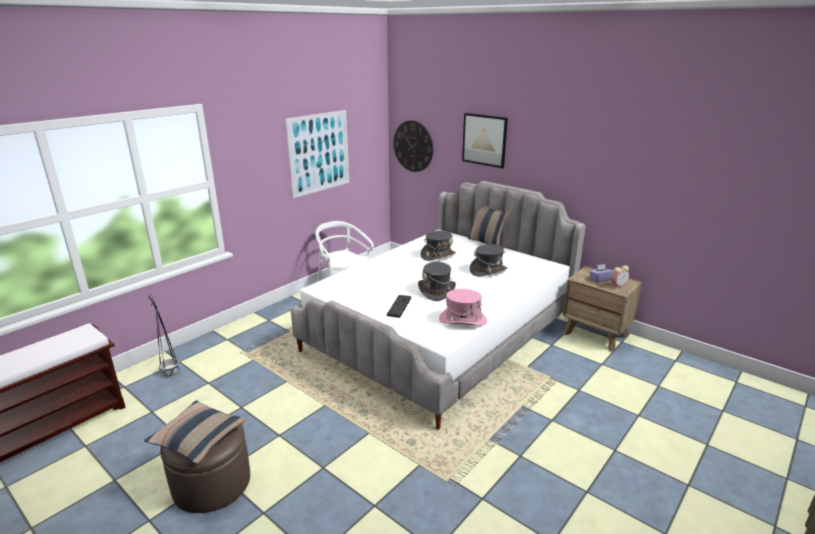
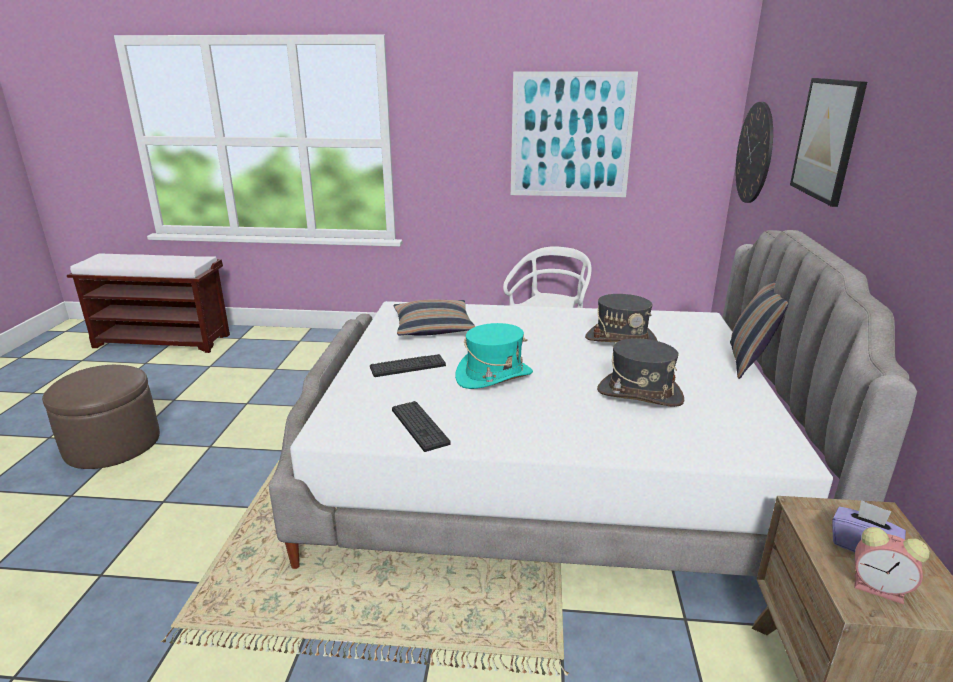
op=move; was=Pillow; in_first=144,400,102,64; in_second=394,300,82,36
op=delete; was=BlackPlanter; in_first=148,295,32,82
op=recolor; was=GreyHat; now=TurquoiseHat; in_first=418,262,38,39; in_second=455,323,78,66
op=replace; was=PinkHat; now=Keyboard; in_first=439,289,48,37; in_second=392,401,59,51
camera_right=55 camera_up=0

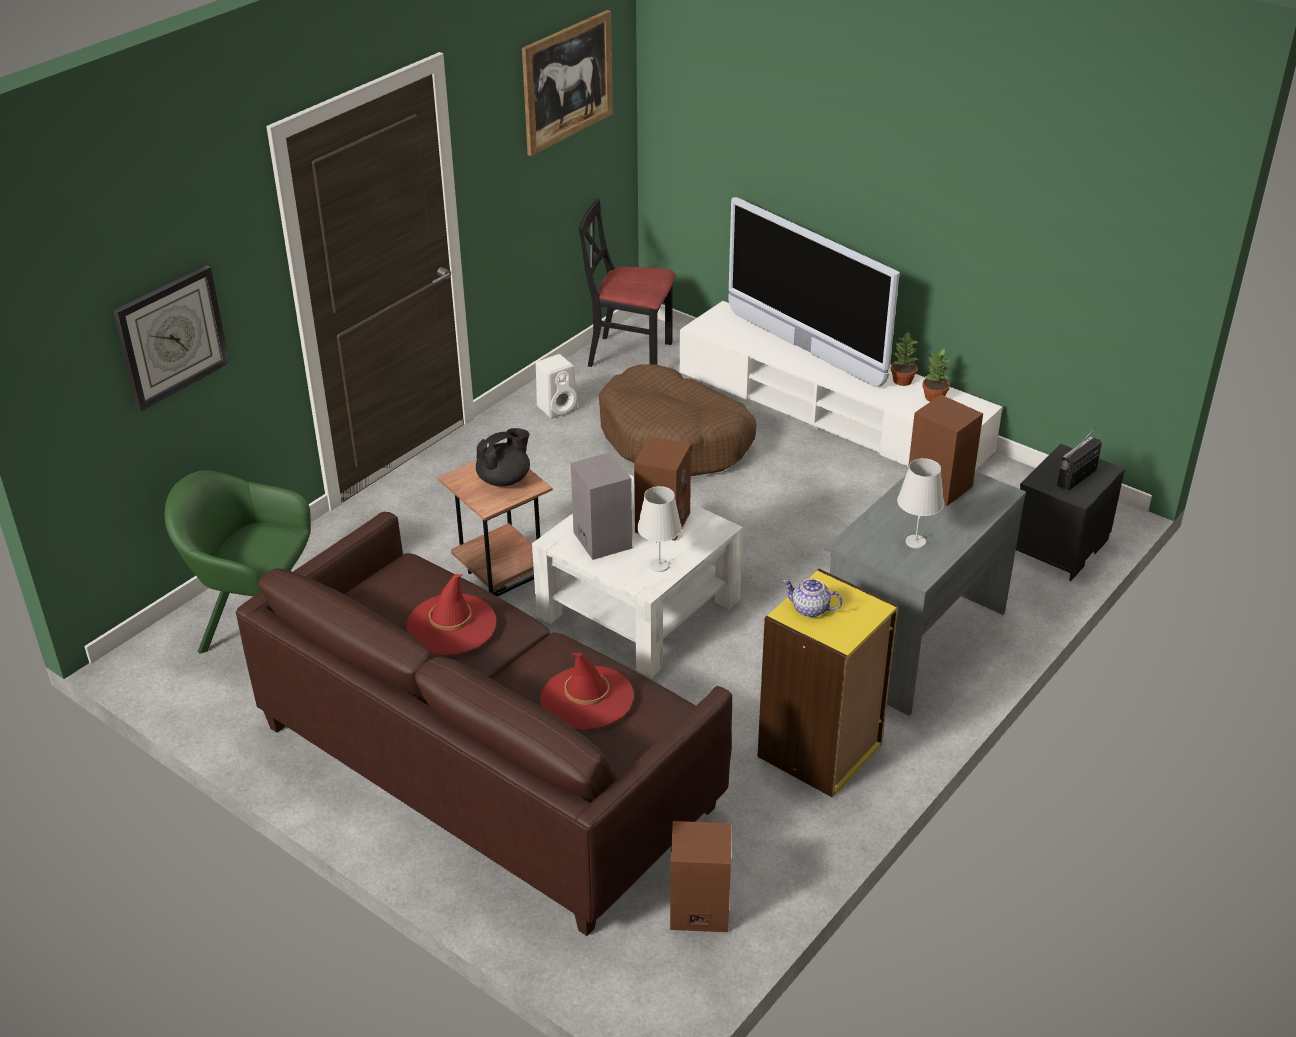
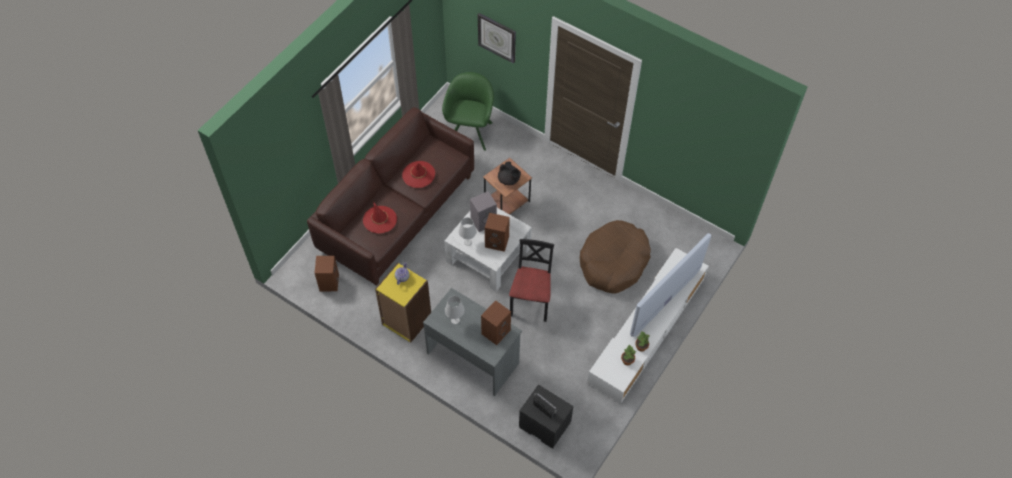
op=delete; was=Picture; in_first=522,10,91,146
op=delete; was=WhiteSpeaker; in_first=536,354,41,64
op=move; was=BlackChair; in_first=579,199,96,168; in_second=509,239,45,83
camera_right=85 camera_up=20

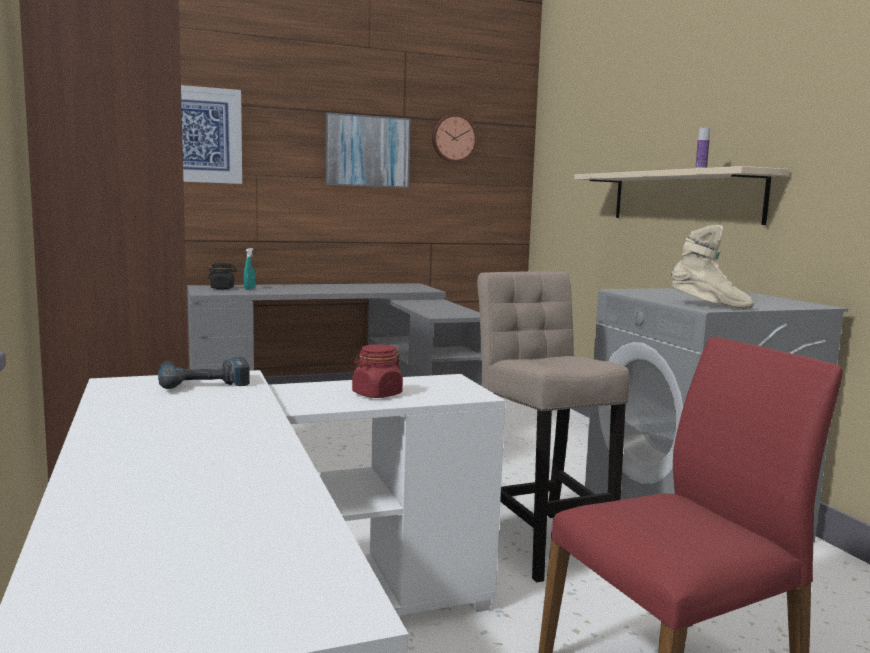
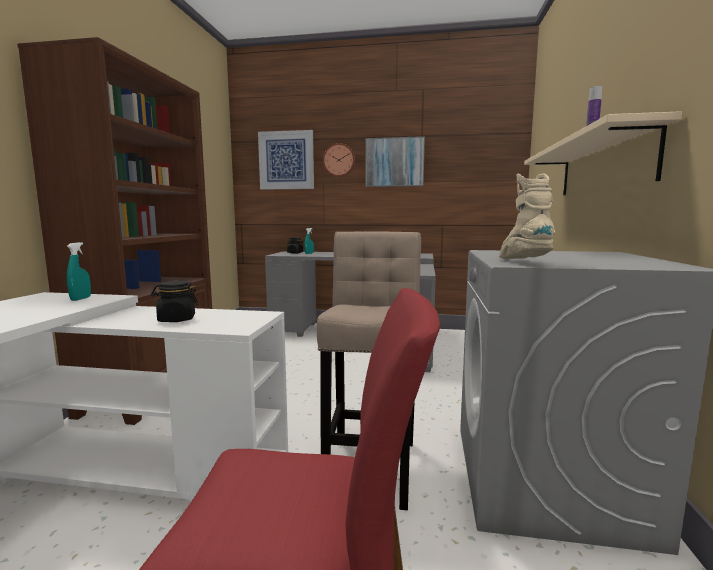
op=replace; was=PowerDrill; now=TurquoiseSprayBottle; in_first=158,357,92,32; in_second=67,242,24,59
op=recolor; was=RedJar; now=BlackJar; in_first=352,344,51,54; in_second=151,281,47,41
op=move; was=WallClock; in_first=432,114,45,48; in_second=323,143,32,34
op=rotate; was=BeigeBoot; in_first=671,225,83,84; in_second=499,174,56,85; clockwise=-150
camera_right=30 camera_up=0

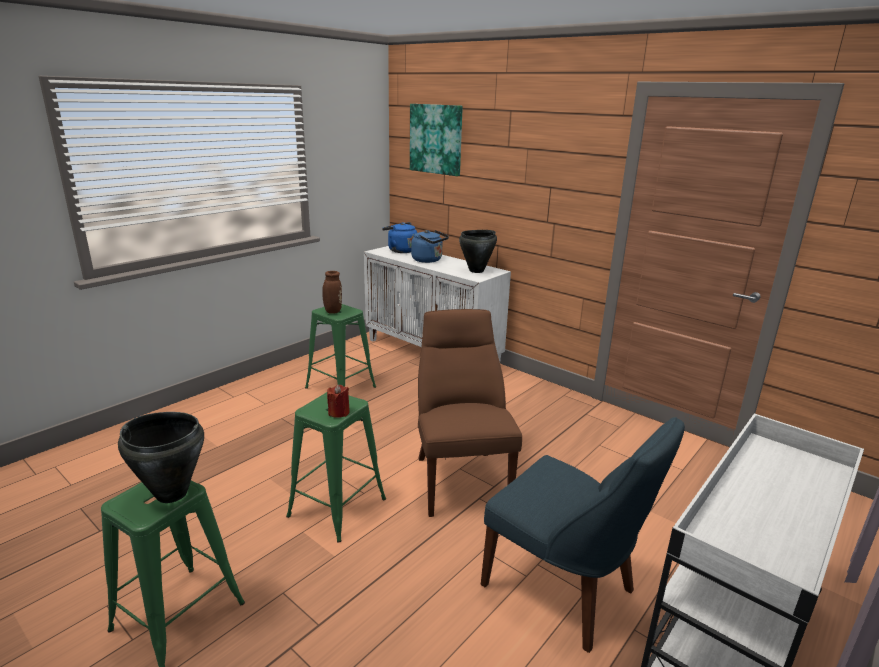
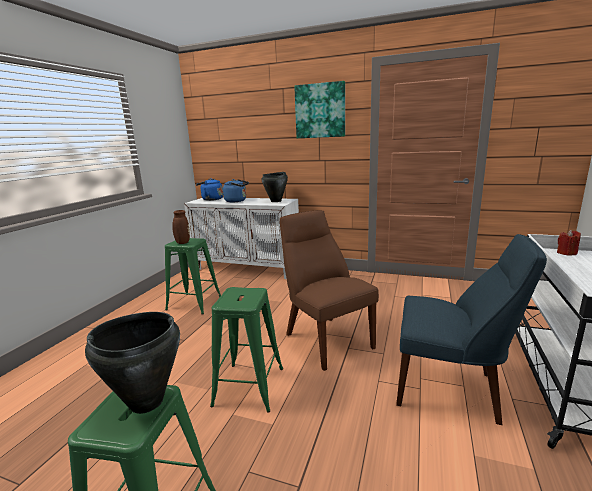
op=move; was=RedCandle; in_first=327,384,23,34; in_second=557,230,24,26
op=move; was=Picture; in_first=410,104,53,72; in_second=294,81,51,57
camera_right=-20 camera_up=-5

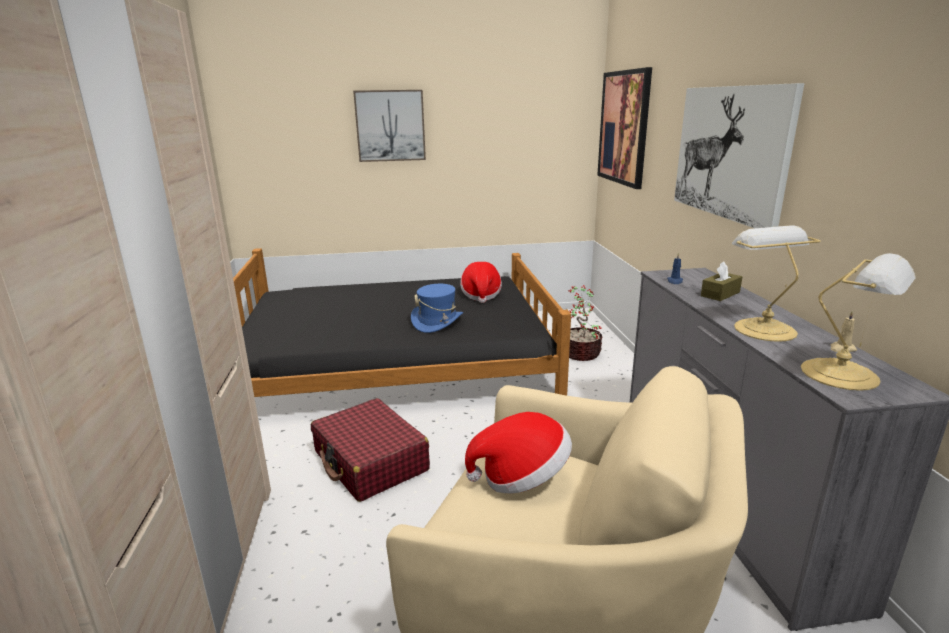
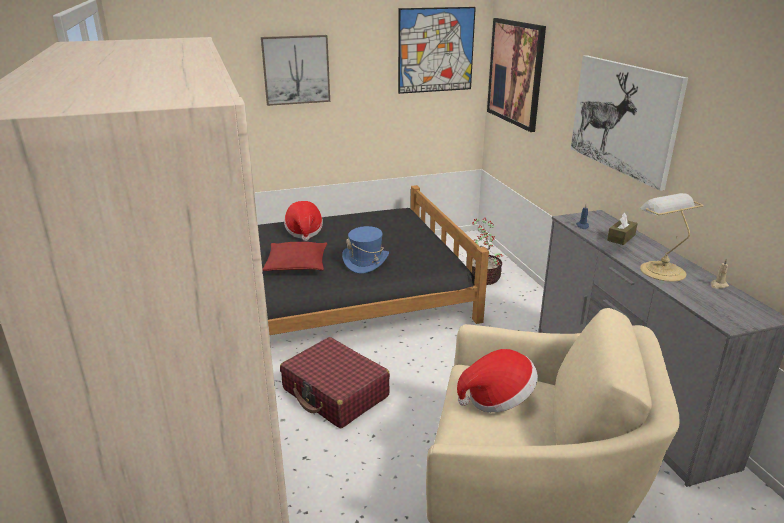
op=move; was=Hat; in_first=460,262,42,41; in_second=284,201,39,40
op=delete; was=TableLamp; in_first=801,253,115,138
op=insert; now=RedPillow; in_second=262,242,65,29
op=insert; now=Picture; in_second=398,7,78,87
camera_right=-10 camera_up=5

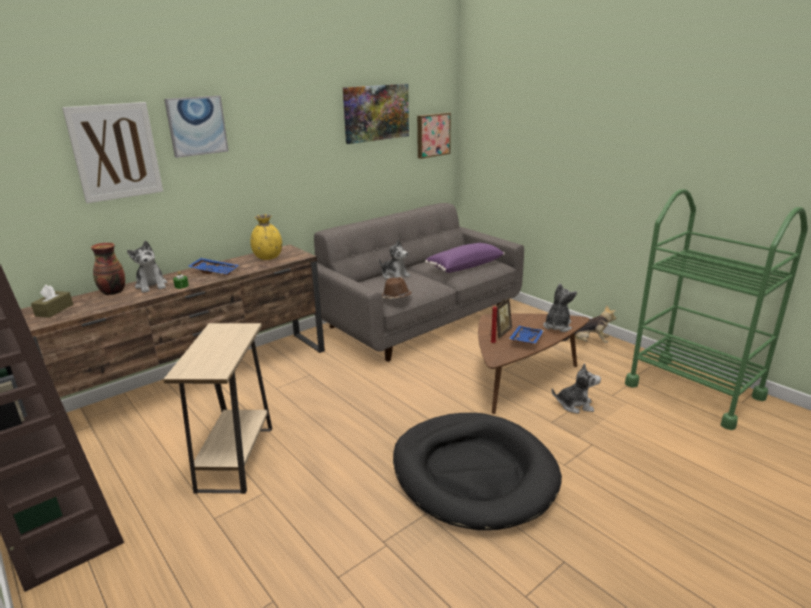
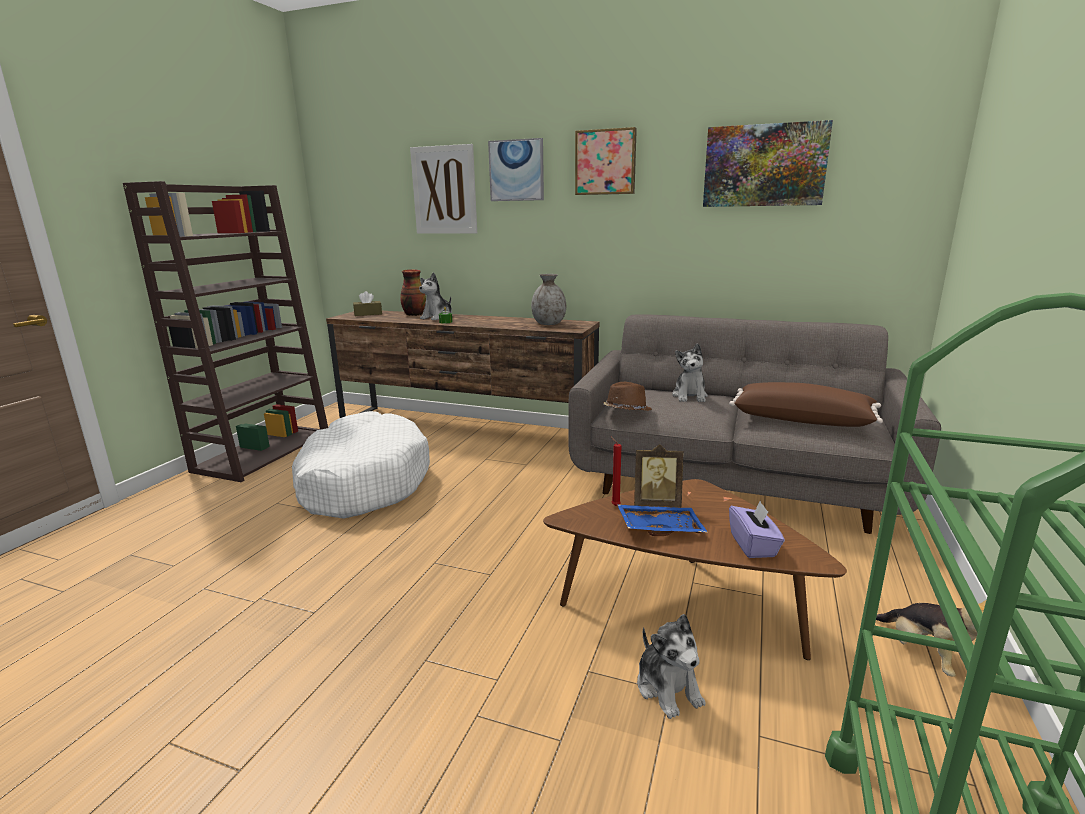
op=replace; was=BeigeSideTable; now=WhiteDogBed; in_first=163,323,109,171; in_second=292,411,138,108
op=delete; was=BlueTray; in_first=188,258,51,17
op=recolor; was=YellowVase; now=GreyVase; in_first=250,214,32,46; in_second=531,274,35,51
op=delete; was=BlackDogBed; in_first=393,413,169,117
op=move; was=Picture; in_first=417,113,34,46; in_second=575,127,62,68
op=recolor; was=PurplePillow; now=BrownPillow; in_first=425,243,80,30; in_second=729,382,154,45
op=replace; was=PlushToy; now=PurpleTissueBox; in_first=543,283,34,49; in_second=729,501,56,57
camera_right=60 camera_up=-5

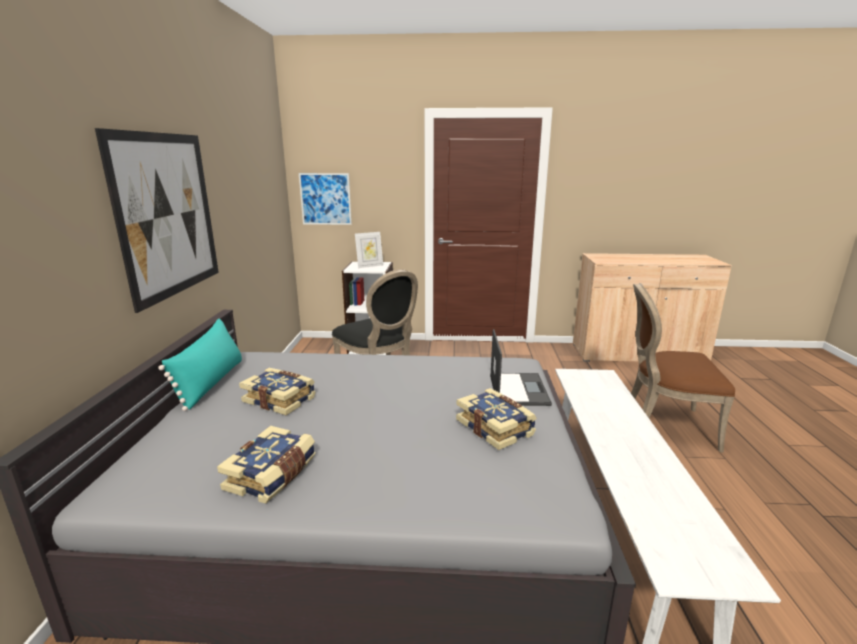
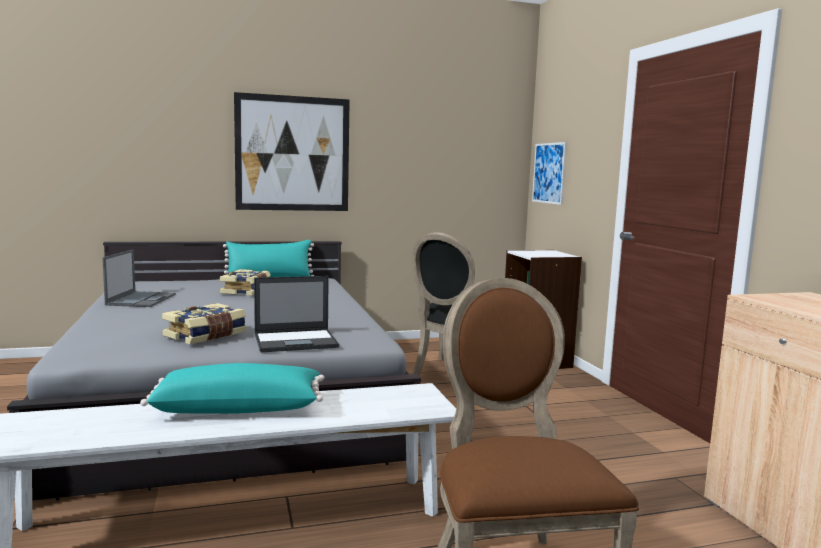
op=replace; was=Book; now=Laptop; in_first=217,426,99,78; in_second=102,250,74,57
op=delete; was=PictureFrame; in_first=355,232,28,36
op=insert; now=TurquoisePillow; in_second=140,363,184,51
camera_right=70 camera_up=-10

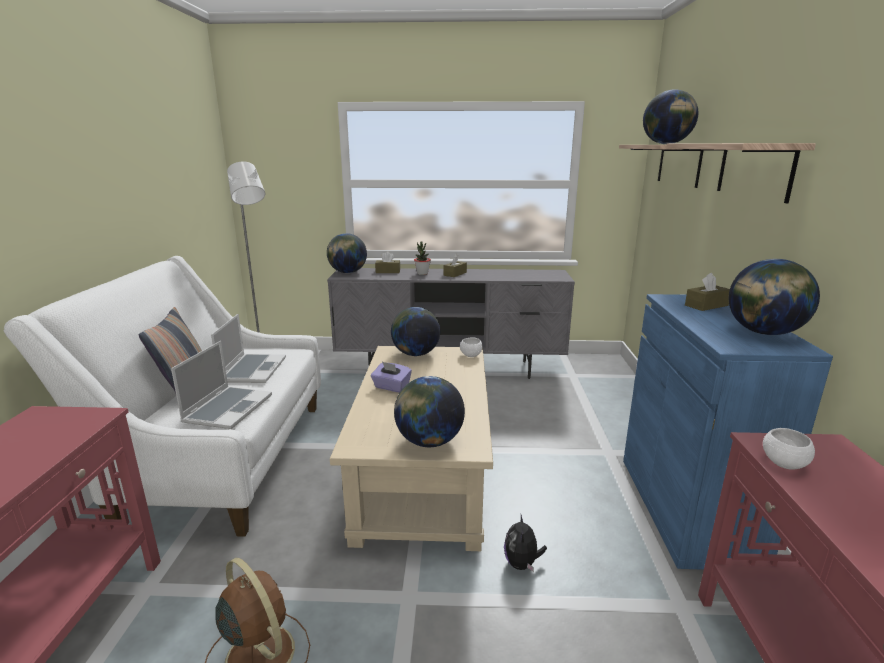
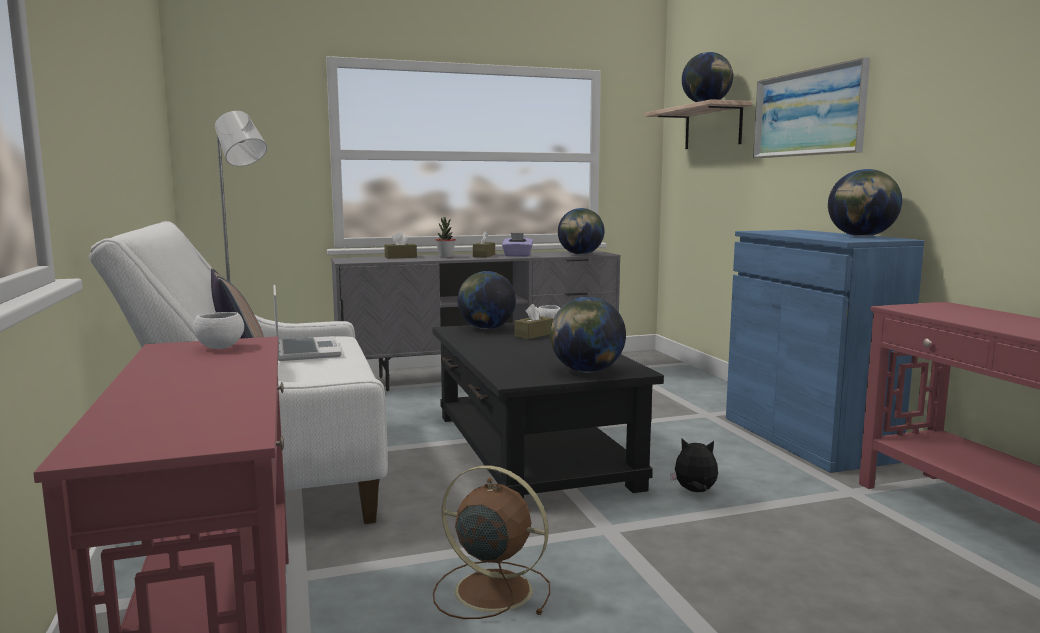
op=delete; was=Laptop; in_first=171,341,101,88
op=move; was=Globe; in_first=327,233,40,40; in_second=558,208,46,47
op=recolor; was=BeigeCoffeeTable; now=BlackCoffeeTable; in_first=330,346,163,205; in_second=432,322,232,177
op=move; was=PurpleTissueBox; in_first=371,362,41,31; in_second=502,233,31,24
op=rotate; was=PlushToy; in_first=504,513,43,59; in_second=670,438,48,54; clockwise=120
op=replace; was=Shelf; now=Picture; in_first=666,143,150,60; in_second=753,57,117,101
op=move; was=BrownTissueBox; in_first=685,273,45,38; in_second=514,304,39,35
op=move; was=WhiteBowl; in_first=763,428,52,42; in_second=193,312,51,37
camera_right=-20 camera_up=-10

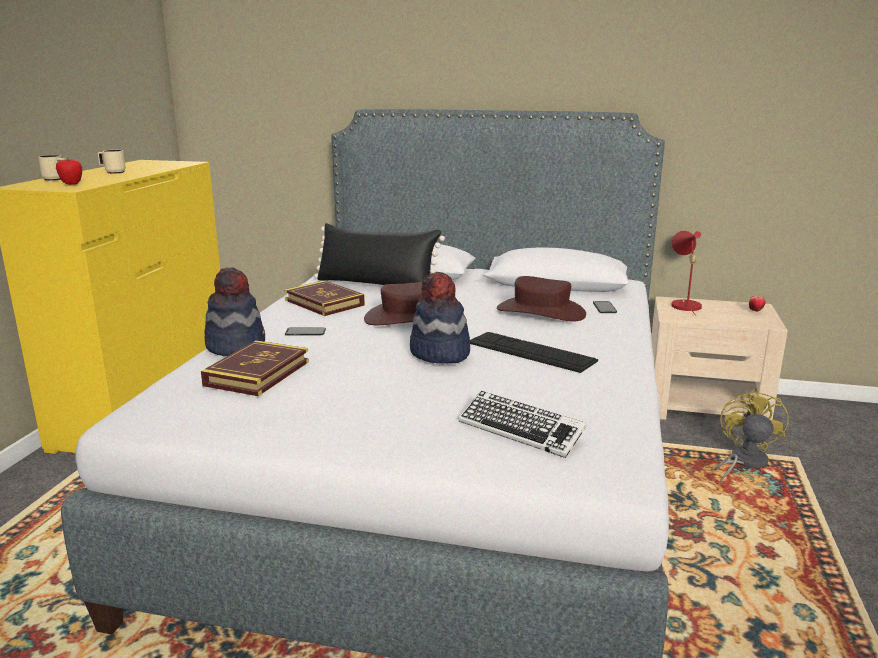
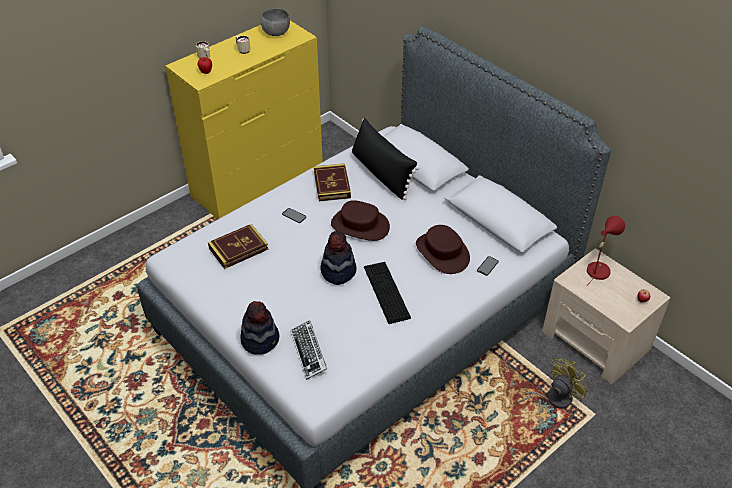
op=move; was=Hat; in_first=205,267,60,89; in_second=240,301,39,54
op=insert; now=GreyBowl; in_second=261,9,29,27
camera_right=35 camera_up=25

